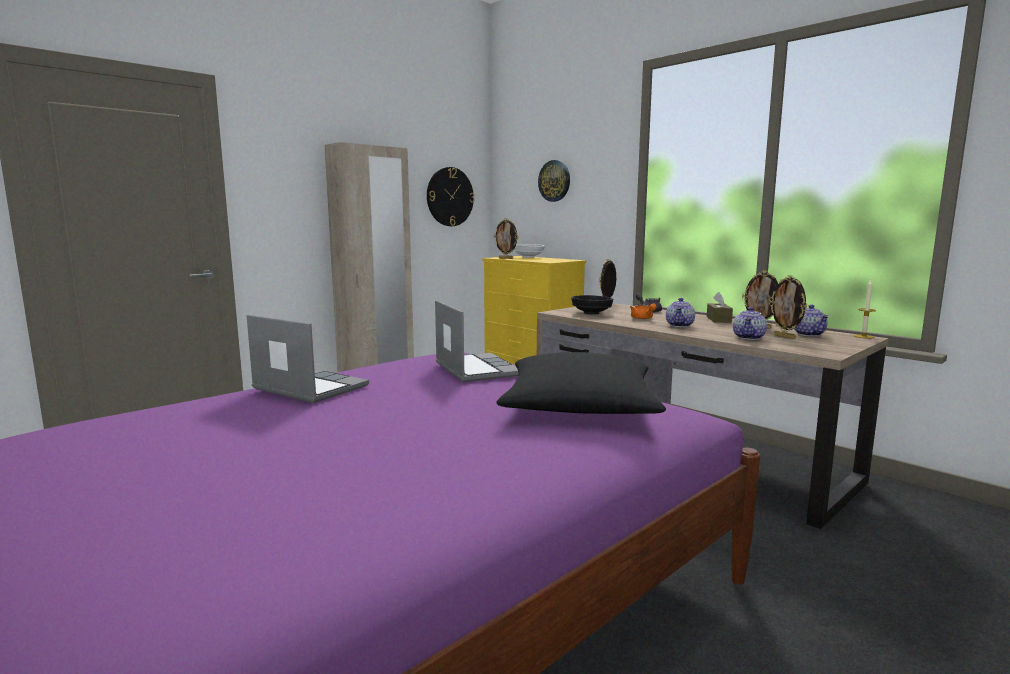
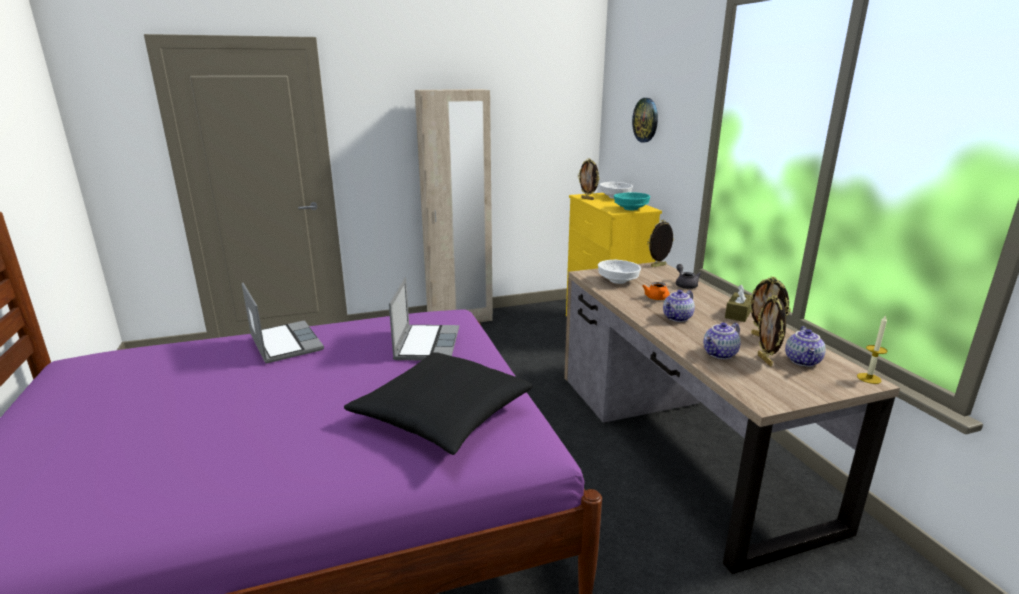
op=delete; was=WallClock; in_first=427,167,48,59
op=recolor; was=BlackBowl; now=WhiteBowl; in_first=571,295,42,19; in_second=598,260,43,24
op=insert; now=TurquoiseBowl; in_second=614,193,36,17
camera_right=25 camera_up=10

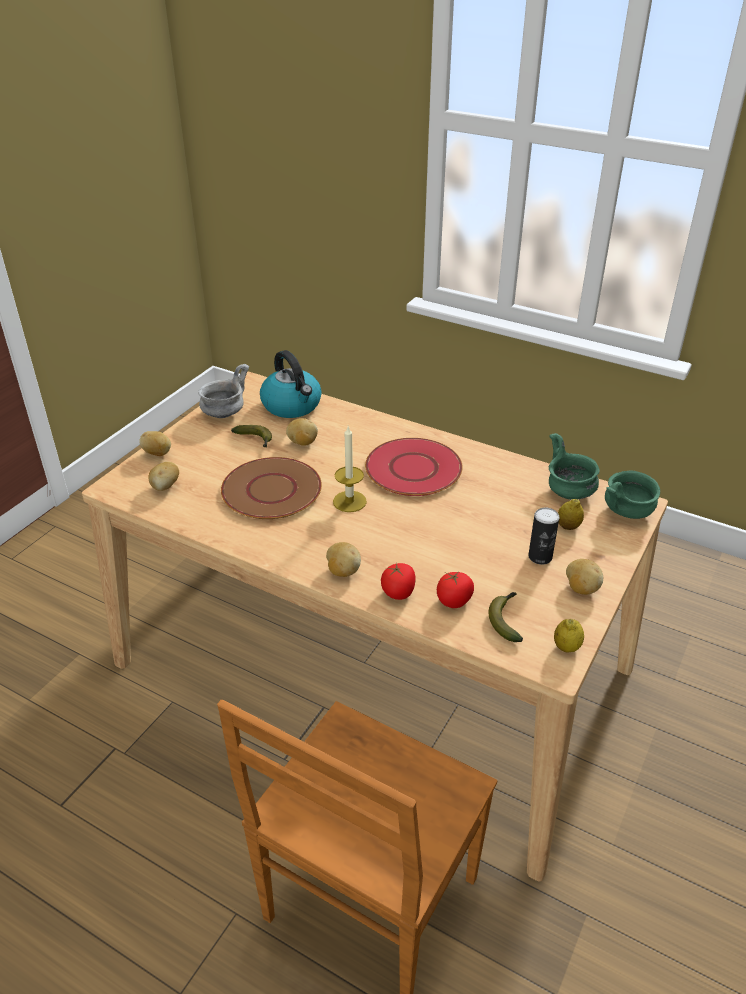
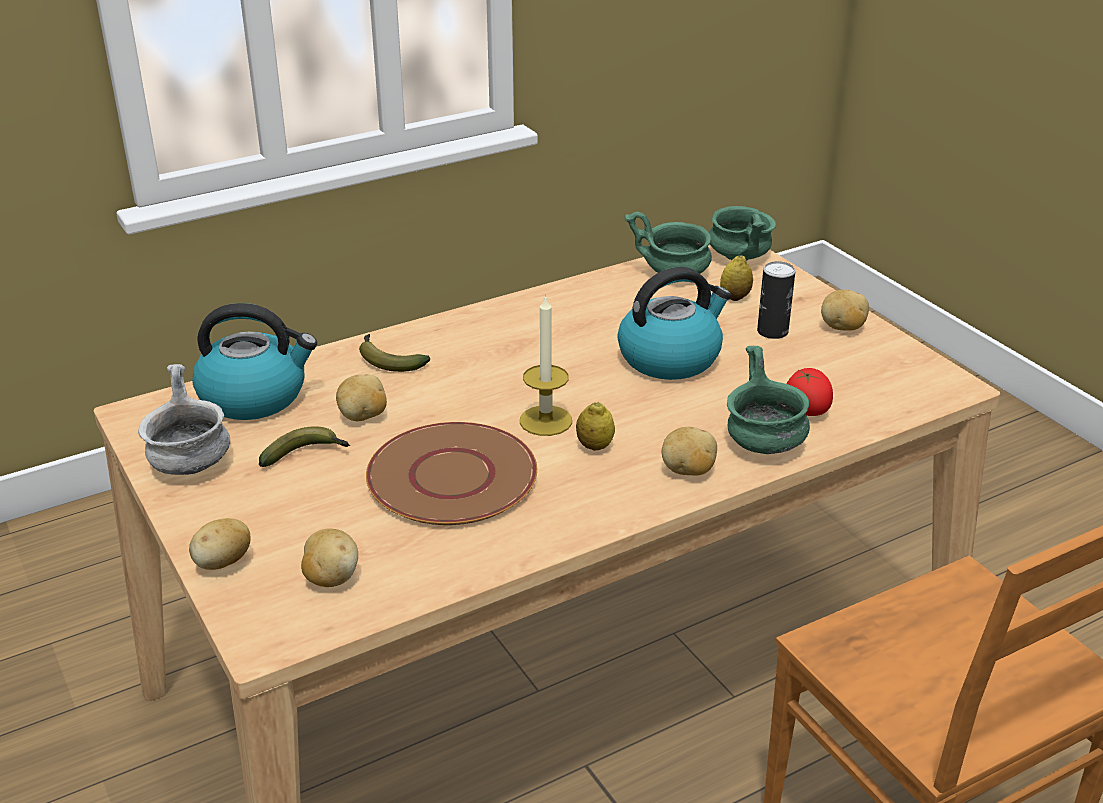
op=delete; was=RedPlate; in_first=365,438,98,58
op=replace; was=Tomato; now=GreenBowl; in_first=381,563,34,37; in_second=727,346,83,108
op=move; was=Banana; in_first=488,592,35,50; in_second=359,334,71,38
op=move; was=Lemon; in_first=554,619,30,34; in_second=576,402,39,48
op=insert; now=Kettle; in_second=617,267,114,113
camera_right=-60 camera_up=-5

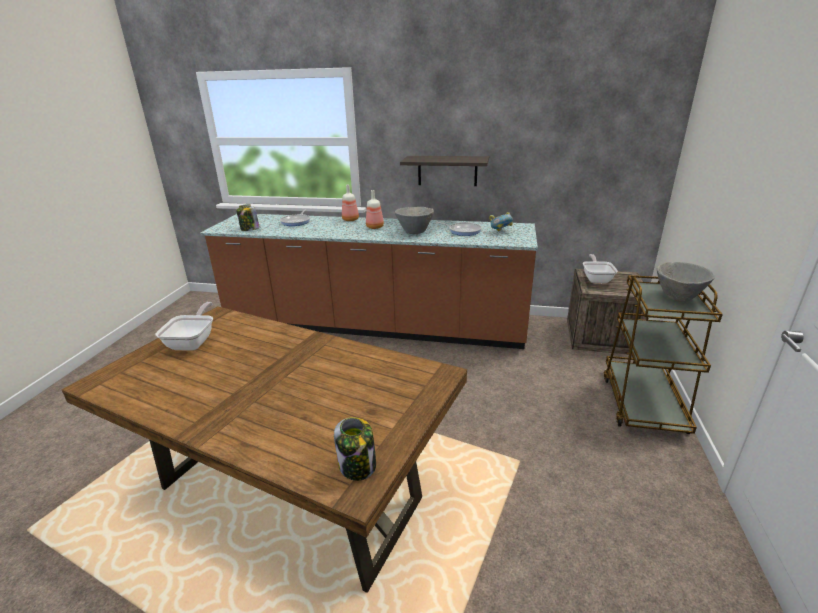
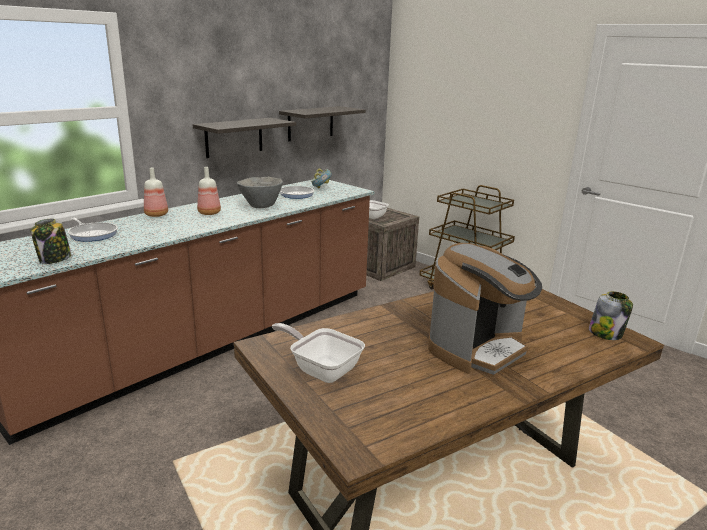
op=delete; was=GreyBowl; in_first=657,262,58,40
op=insert; now=Shelf; in_second=279,106,87,35
op=insert; now=CoffeeMachine; in_second=428,243,114,132
camera_right=-60 camera_up=-5

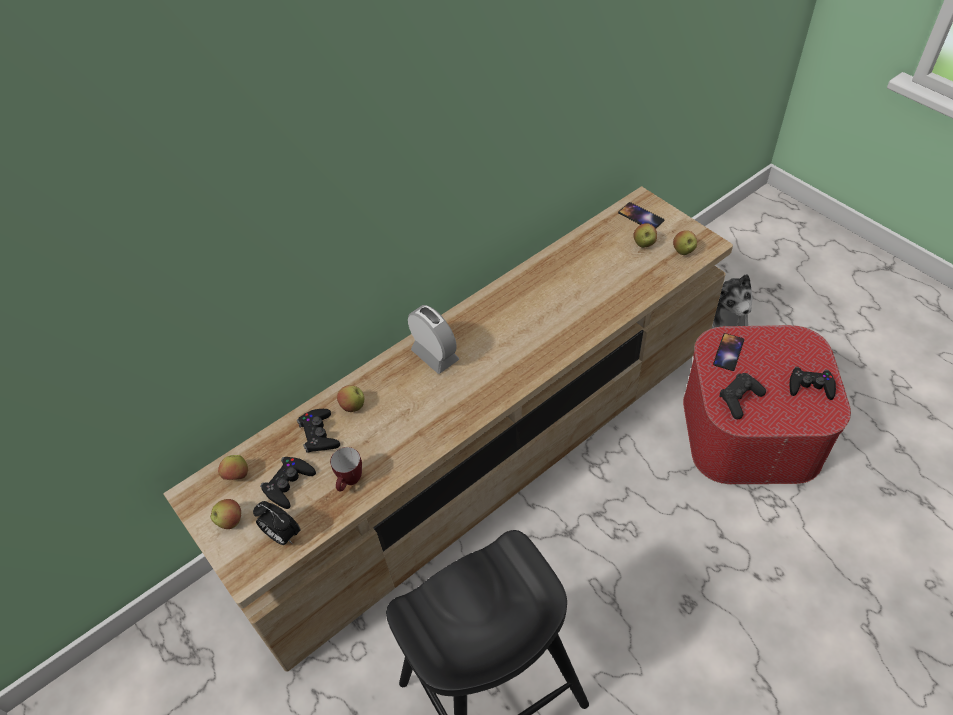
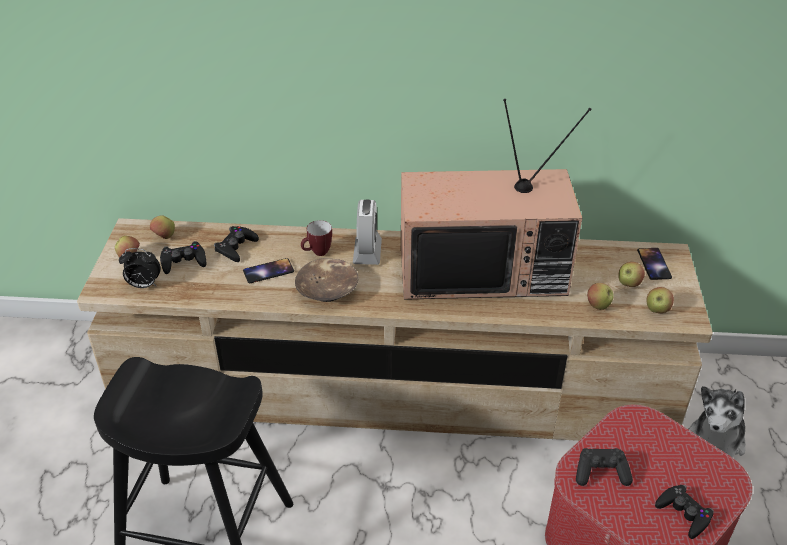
op=rotate; was=AlarmClock; in_first=253,501,47,44; in_second=119,248,42,40; clockwise=-75
op=move; was=Mug; in_first=330,447,32,44; in_second=301,220,31,36
op=move; was=Apple; in_first=337,385,27,27; in_second=587,283,27,27
op=move; was=Phone; in_first=713,333,31,38; in_second=243,258,51,26
op=insert; now=BrownBowl; in_second=295,258,63,44
op=insert; now=Television; in_second=401,99,190,201
camera_right=40 camera_up=-10

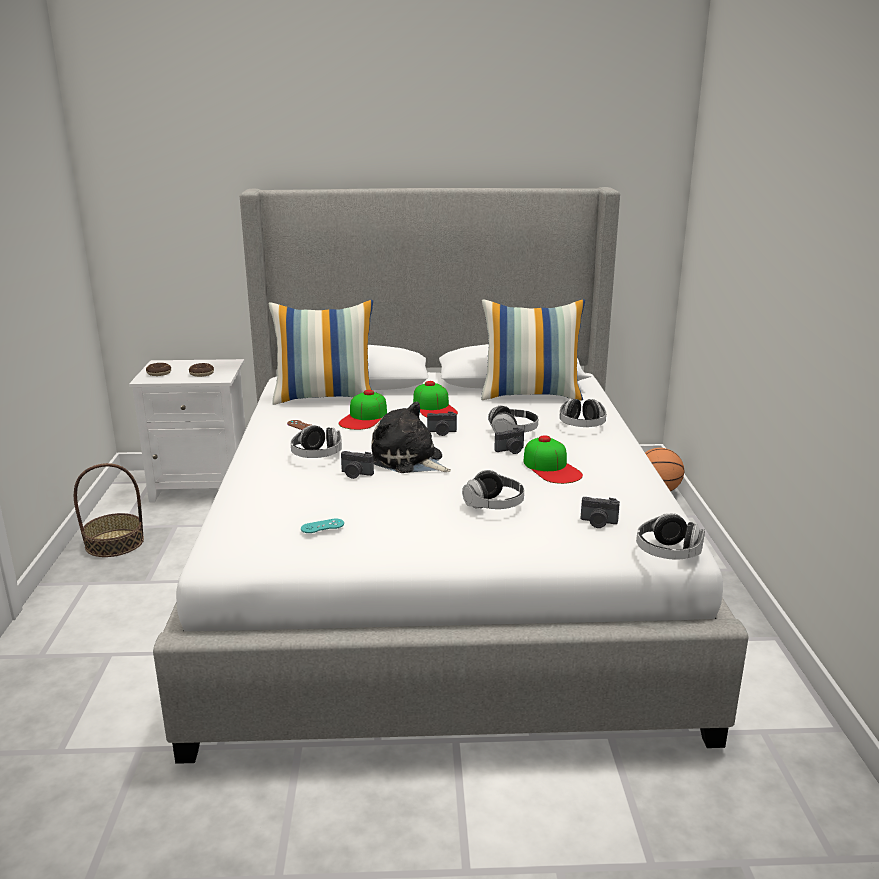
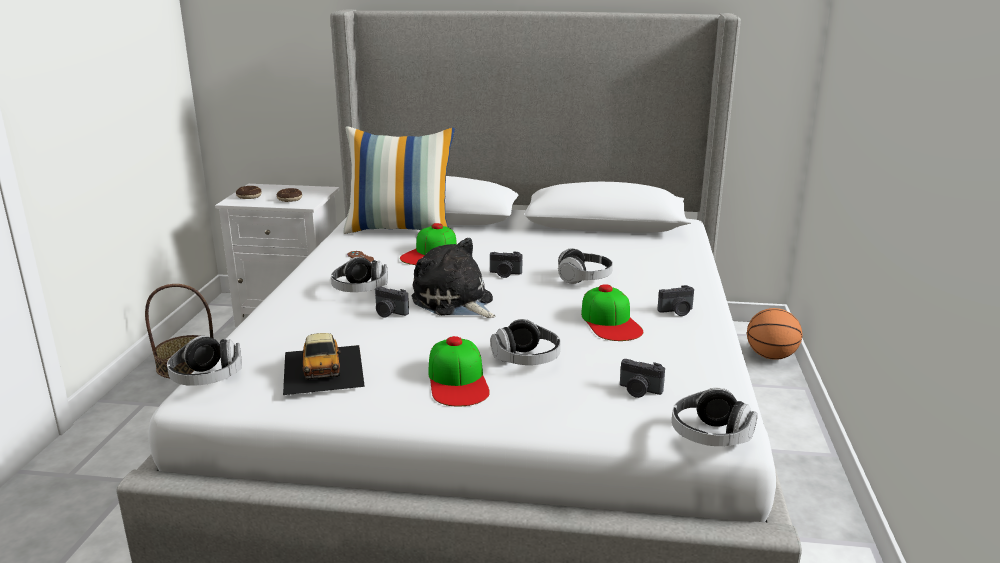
op=replace; was=TurquoiseGameController; now=ToyCar; in_first=301,519,43,14; in_second=283,333,82,62
op=move; was=Cap; in_first=413,381,45,36; in_second=428,336,62,71
op=delete; was=Pillow; in_first=481,299,104,101
op=move; was=PhotoCamera; in_first=494,427,30,27; in_second=657,285,37,31
op=move; was=Headphones; in_first=559,399,47,28; in_second=167,336,75,50
camera_right=10 camera_up=0

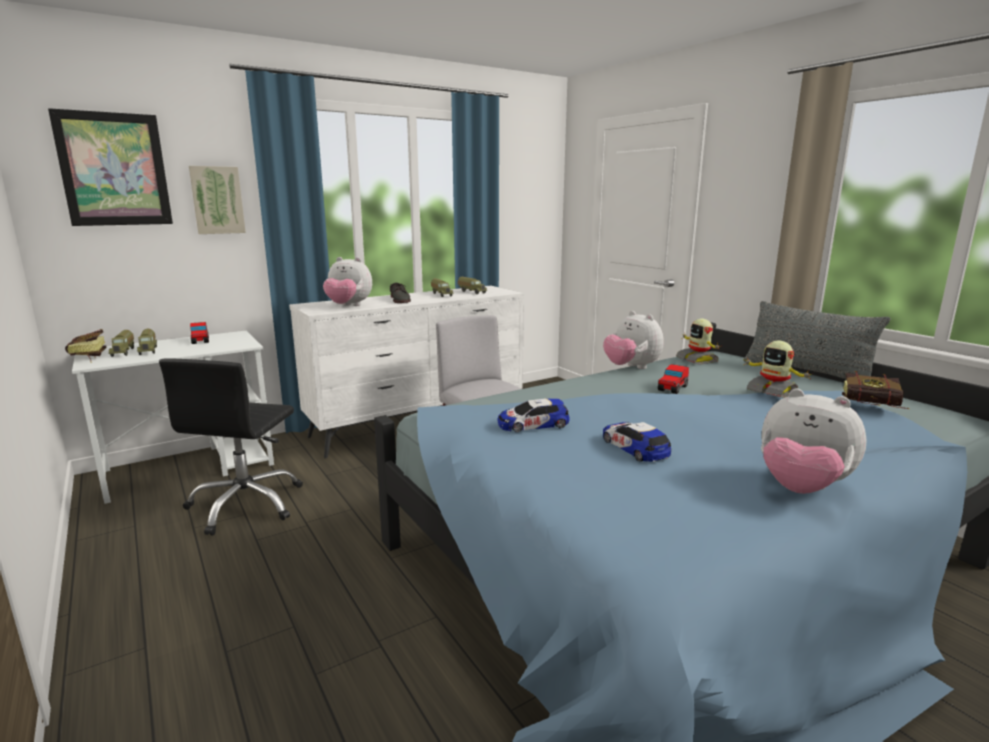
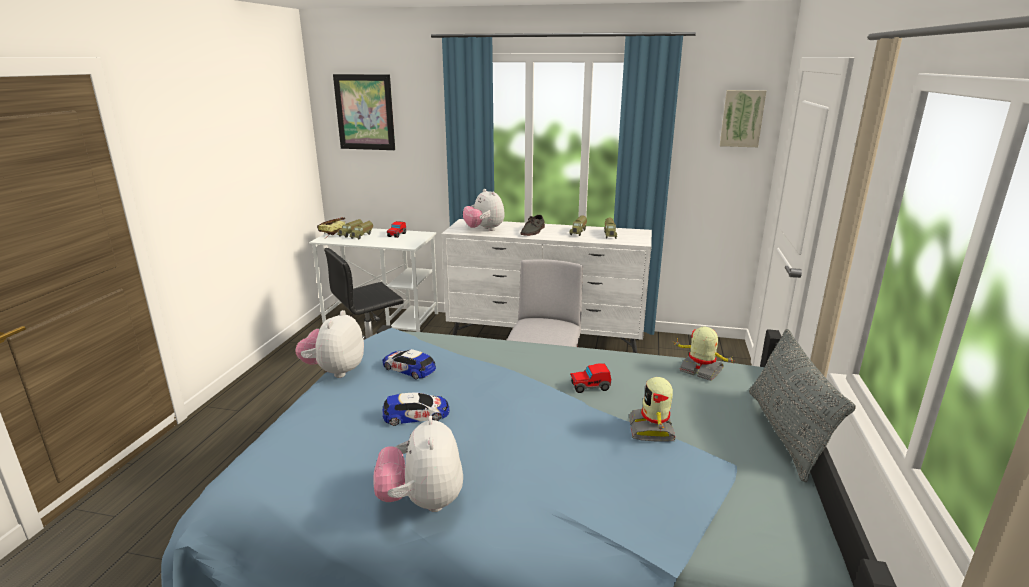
op=move; was=Picture; in_first=189,166,57,68; in_second=720,90,46,57
op=move; was=PlushToy; in_first=603,311,61,58; in_second=295,310,69,68
op=rotate; was=ToyCar; in_first=603,422,68,40; in_second=382,392,67,34; clockwise=60
op=rotate; was=ToyRobot; in_first=676,318,44,47; in_second=675,327,59,54; clockwise=105
op=delete; was=Book; in_first=842,371,68,38
camera_right=45 camera_up=5

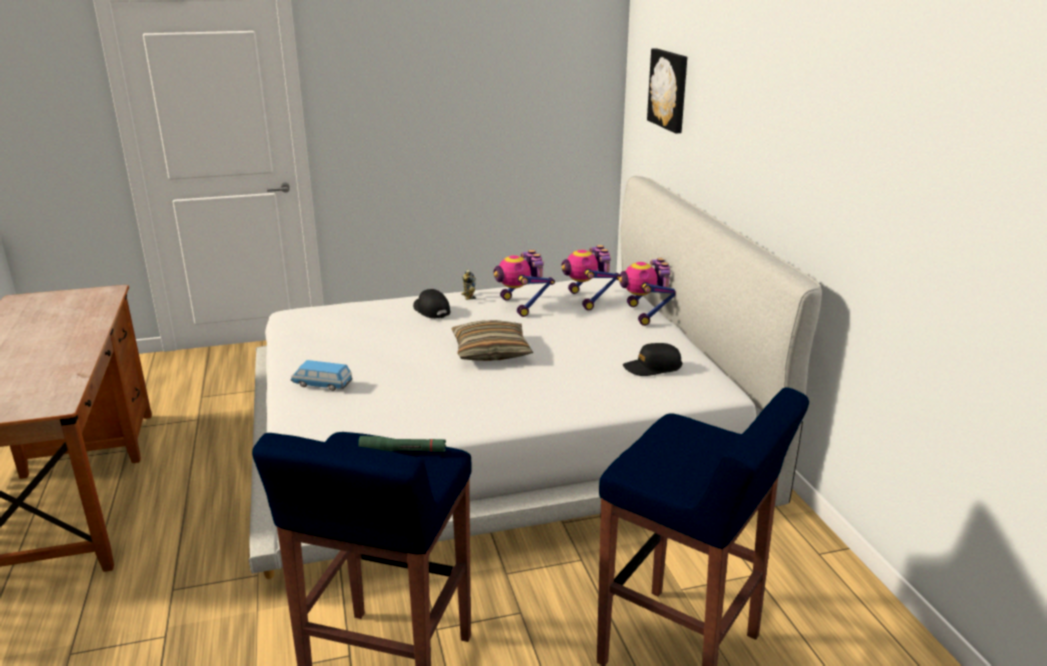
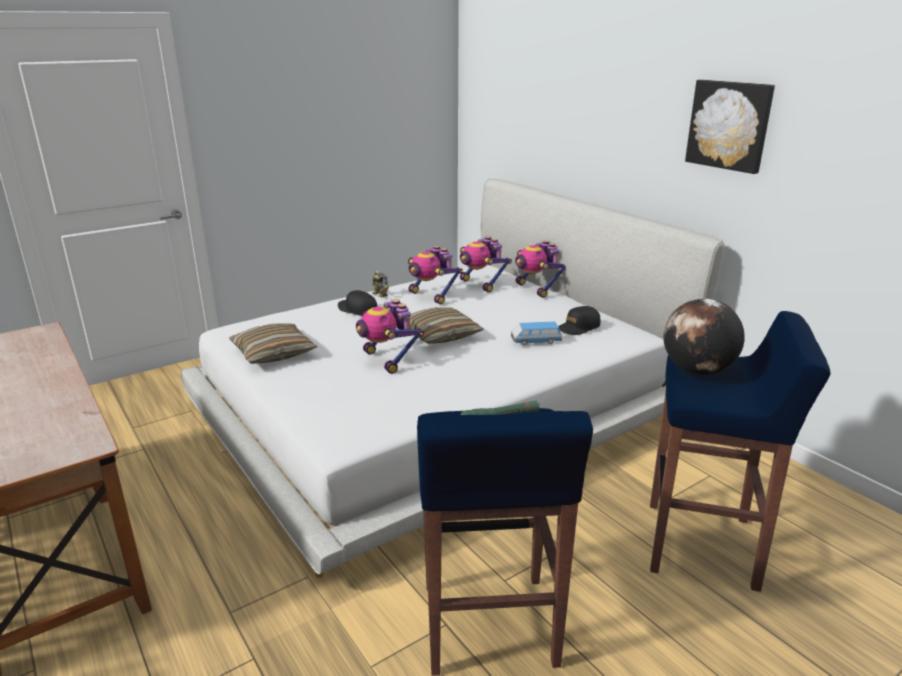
op=move; was=ToyCar; in_first=291,360,62,31; in_second=511,322,51,24
op=move; was=Picture; in_first=647,48,40,86; in_second=685,80,90,94
op=insert; now=Pillow; in_second=229,323,88,41
op=insert; now=ToyRobot; in_second=356,299,68,75
op=insert; now=Globe; in_second=663,299,82,76
camera_right=-20 camera_up=0

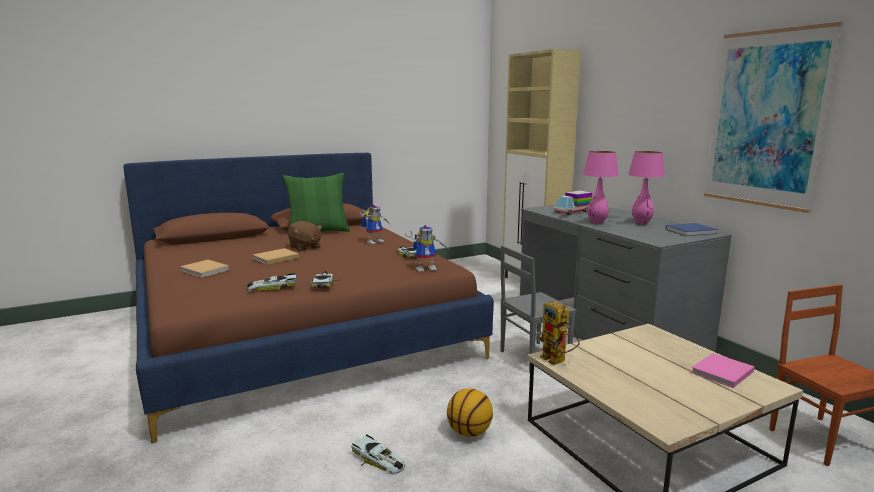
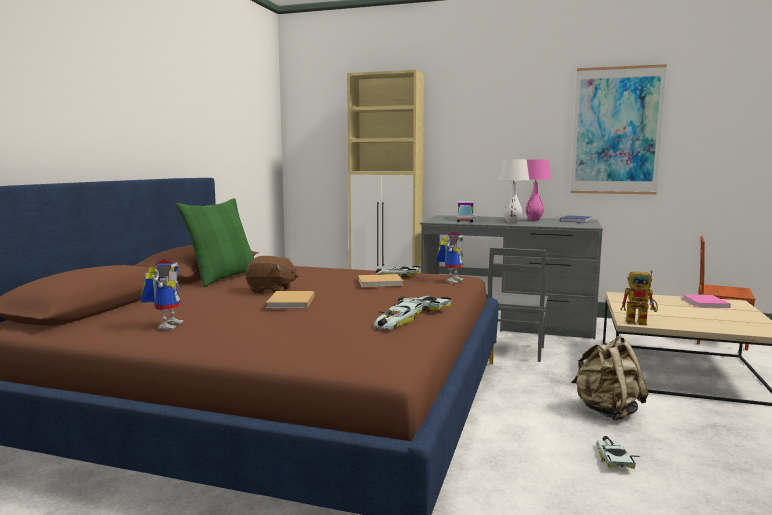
op=move; was=BeigeBook; in_first=180,260,50,18; in_second=358,274,46,13
op=rotate; was=ToyCar; in_first=351,434,54,41; in_second=596,436,44,33; clockwise=-75
op=move; was=ToyRobot; in_first=359,205,31,39; in_second=141,259,42,71
op=replace; was=Basketball; now=BeigeBackpack; in_first=447,388,46,49; in_second=571,336,77,84
op=recolor; was=PinkTableLamp; now=WhiteTableLamp; in_first=583,151,36,73; in_second=498,159,31,65
camera_right=-45 camera_up=-5

